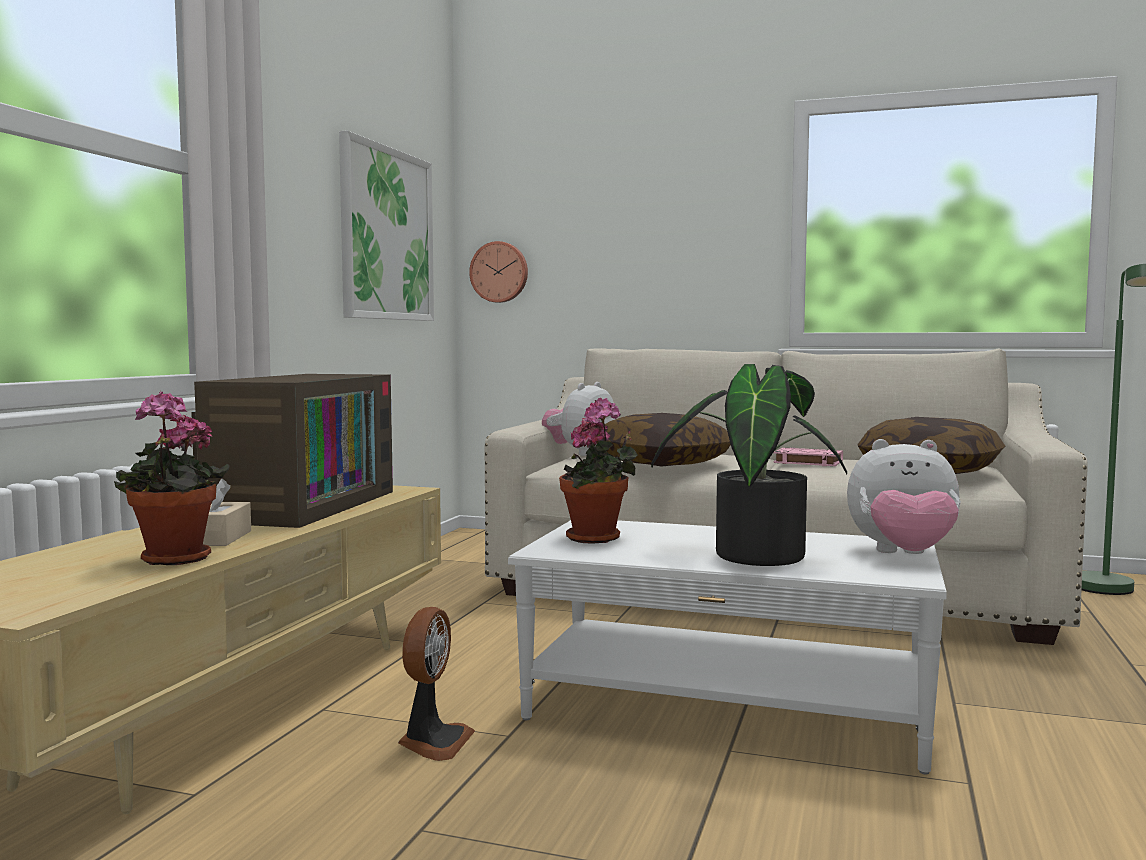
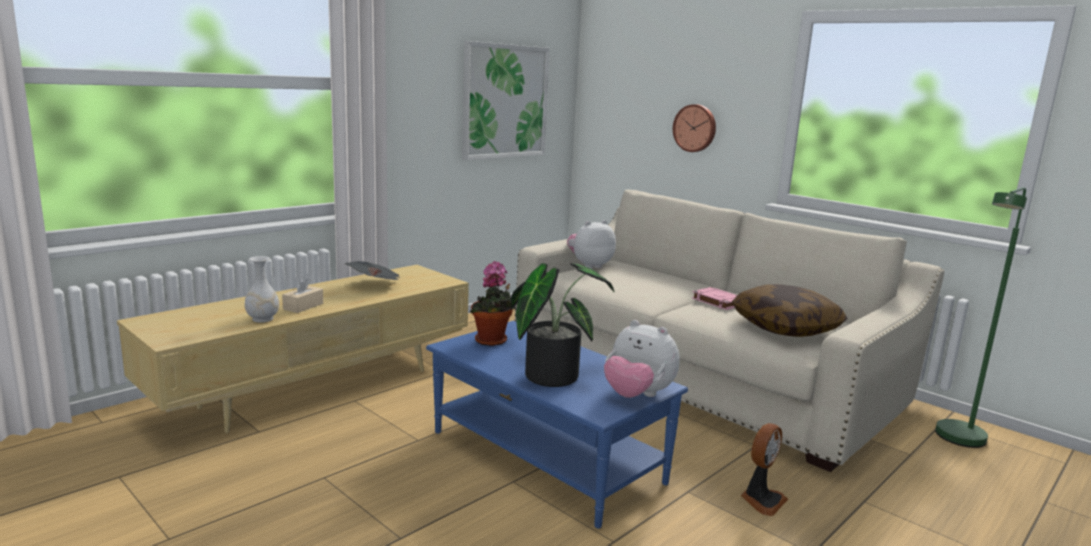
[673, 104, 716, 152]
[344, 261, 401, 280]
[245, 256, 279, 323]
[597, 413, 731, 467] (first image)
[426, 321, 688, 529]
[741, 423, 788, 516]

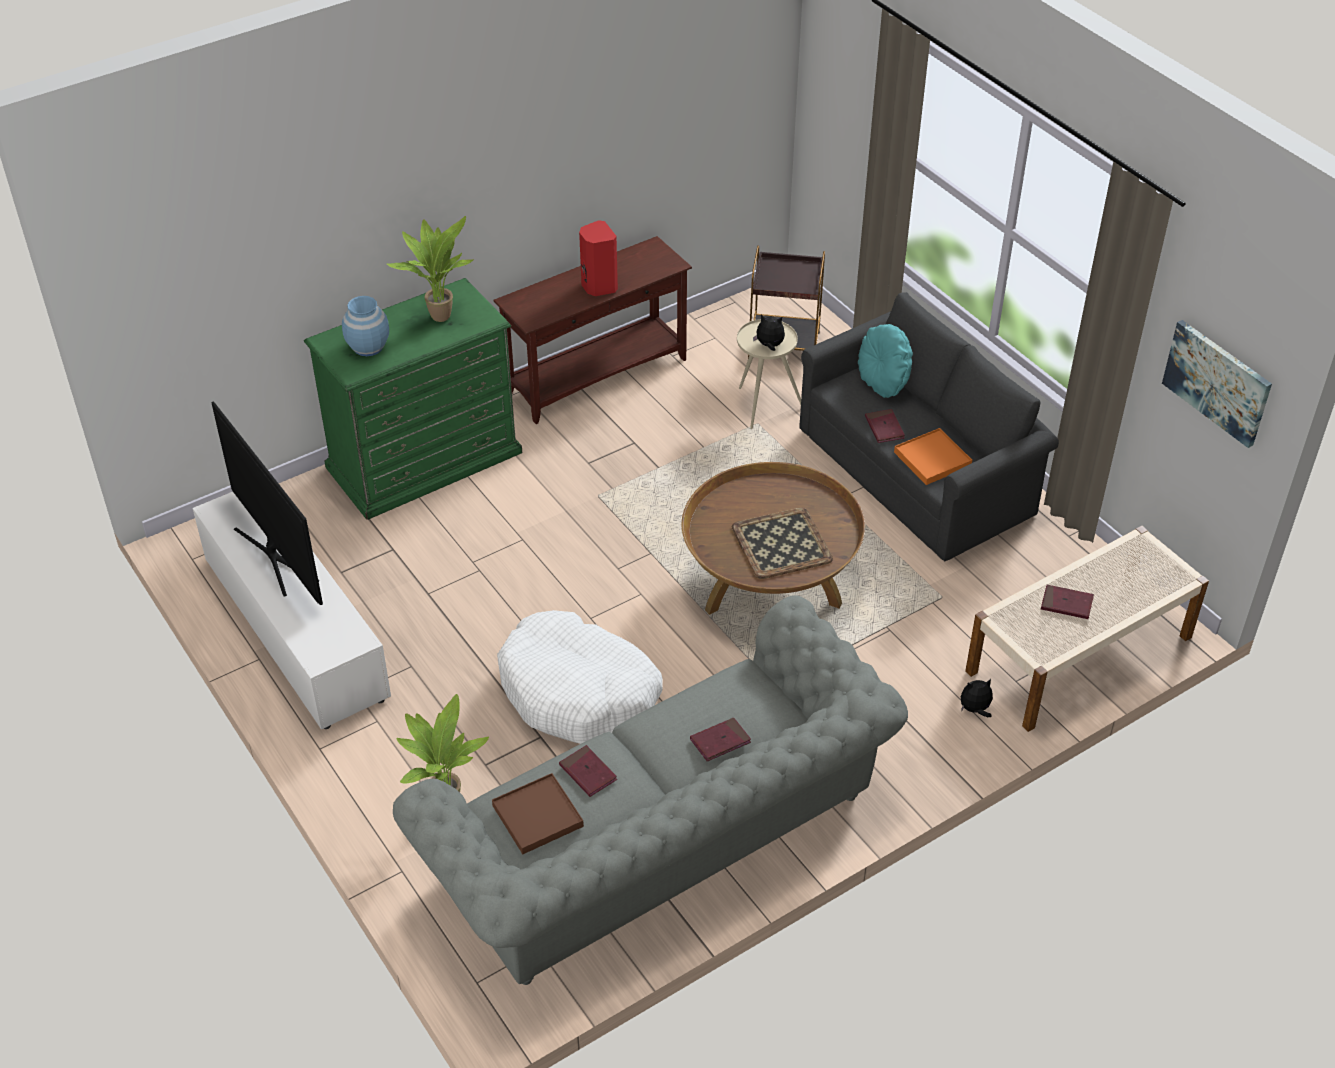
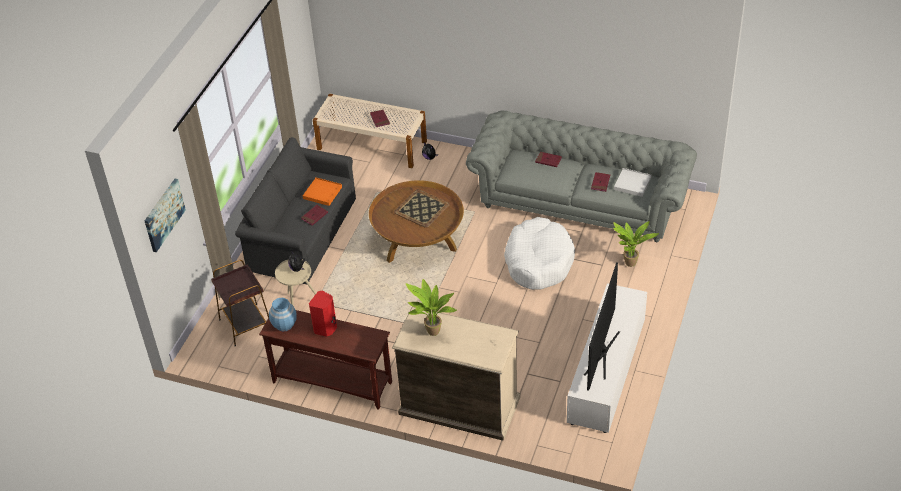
[392, 306, 520, 441]
[269, 298, 296, 331]
[145, 179, 186, 252]
[858, 324, 913, 398] (first image)
[614, 168, 651, 197]

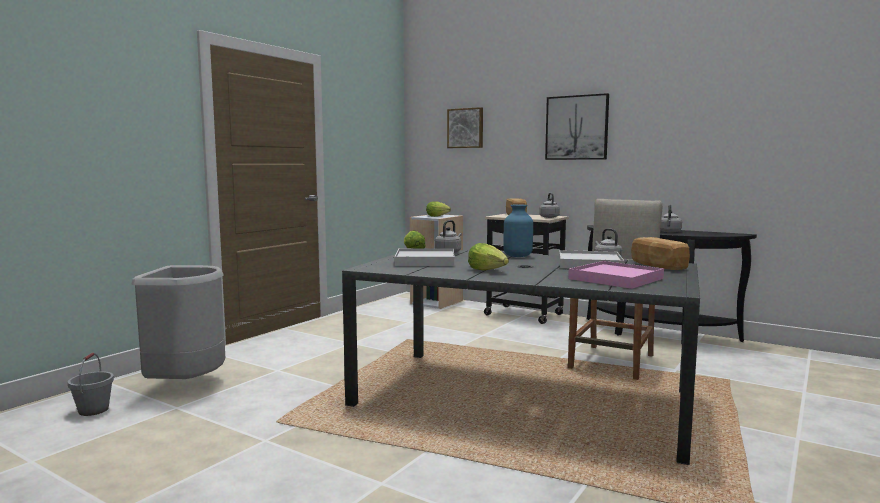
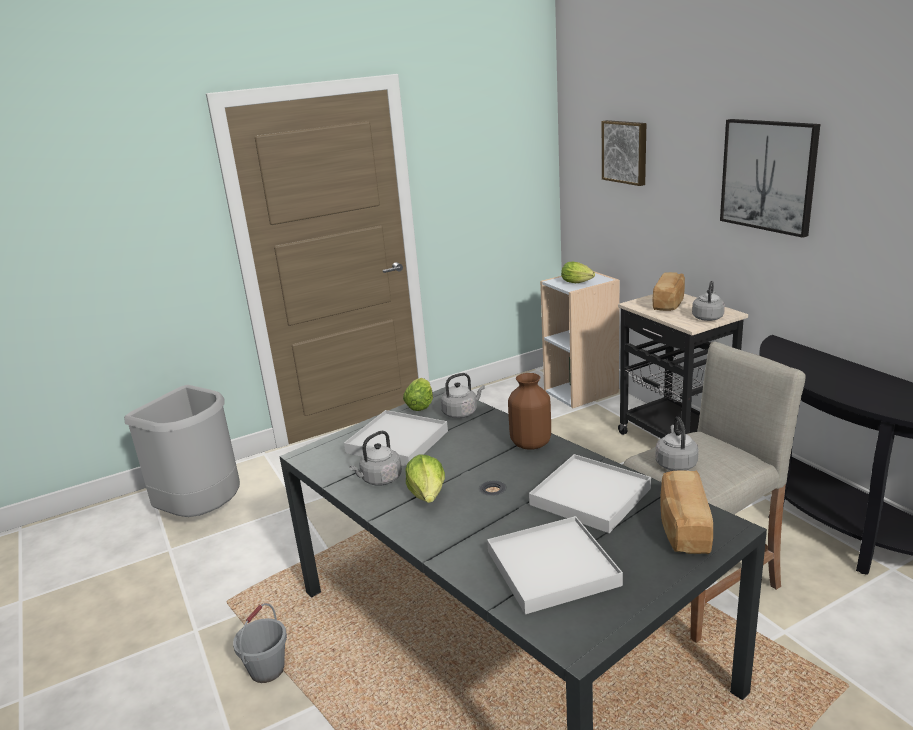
[508, 373, 551, 450]
[349, 431, 402, 486]
[487, 516, 623, 614]
[233, 603, 287, 683]

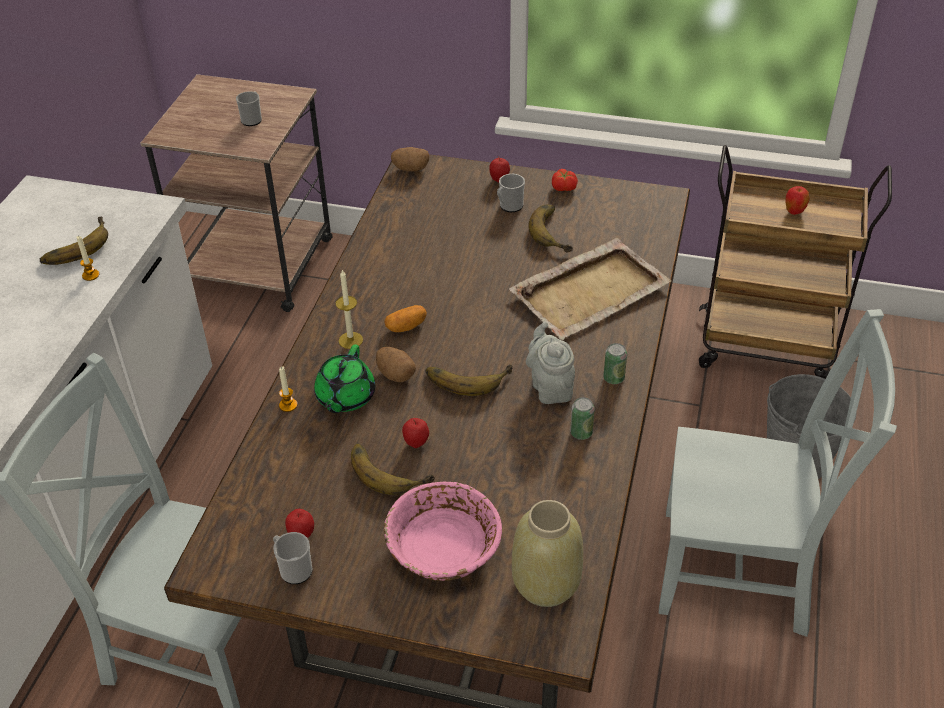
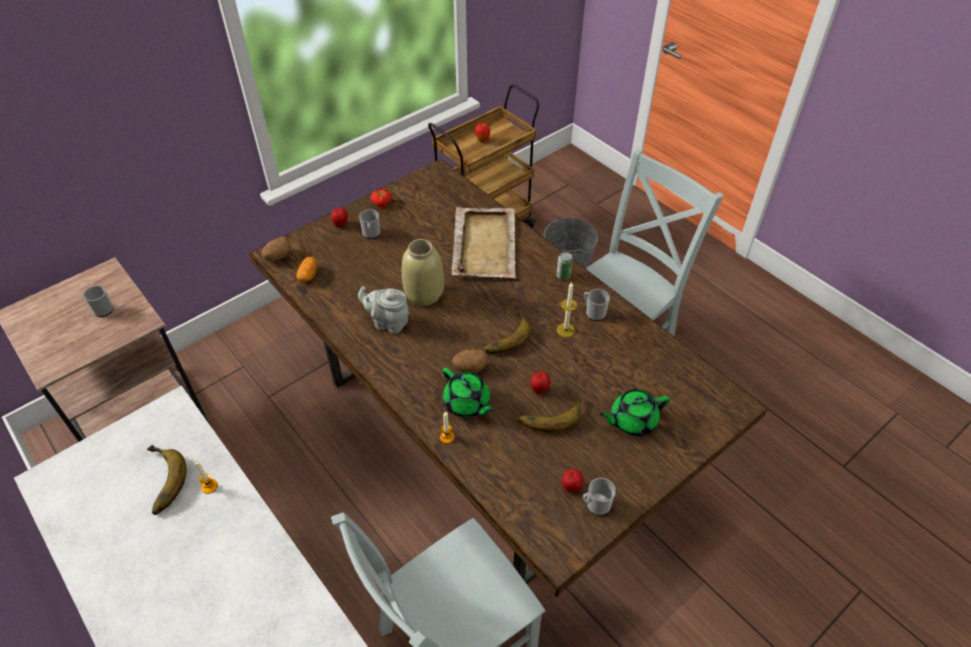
[528, 204, 573, 252] (first image)
[557, 282, 577, 337]
[296, 257, 317, 282]
[358, 286, 409, 334]
[584, 289, 610, 321]
[599, 389, 670, 436]
[402, 239, 444, 306]

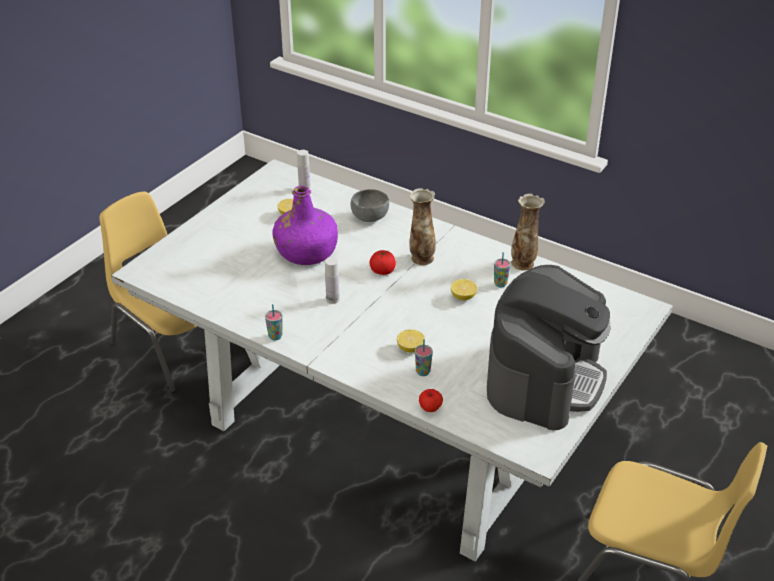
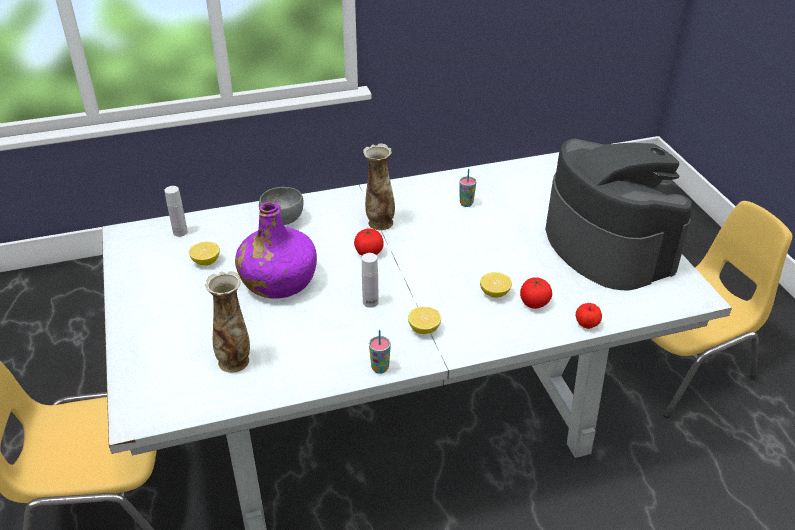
[205, 271, 250, 373]
[408, 307, 441, 334]
[520, 277, 552, 309]

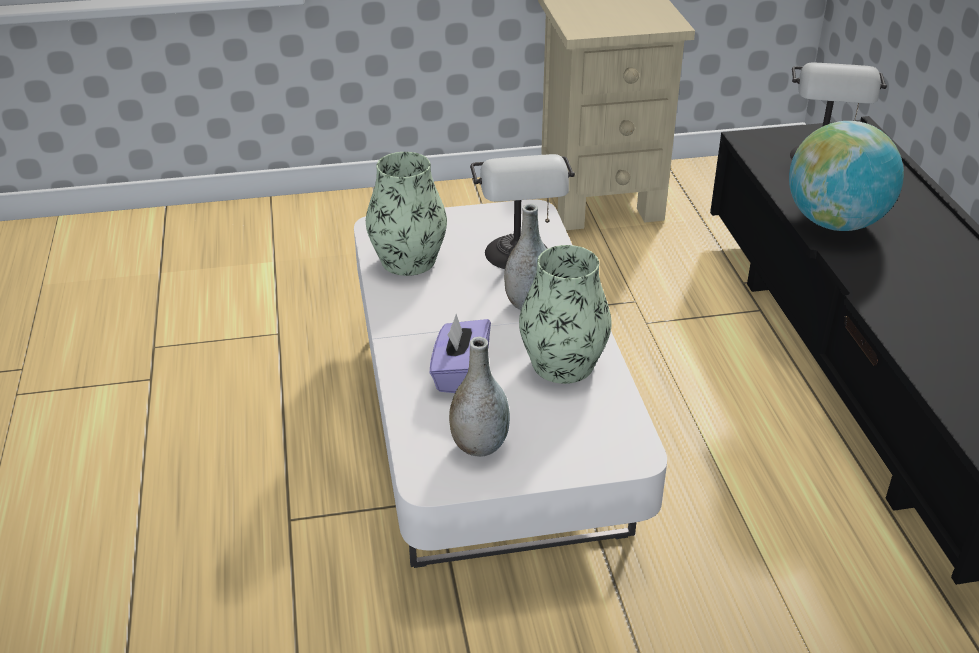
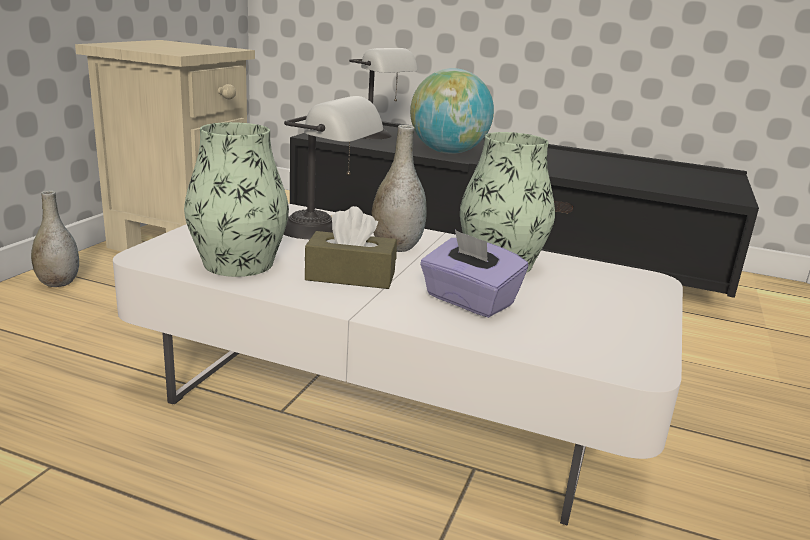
[31, 190, 79, 287]
[305, 206, 397, 289]

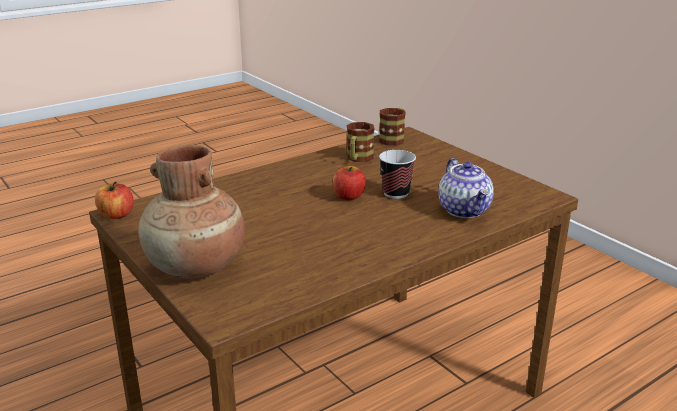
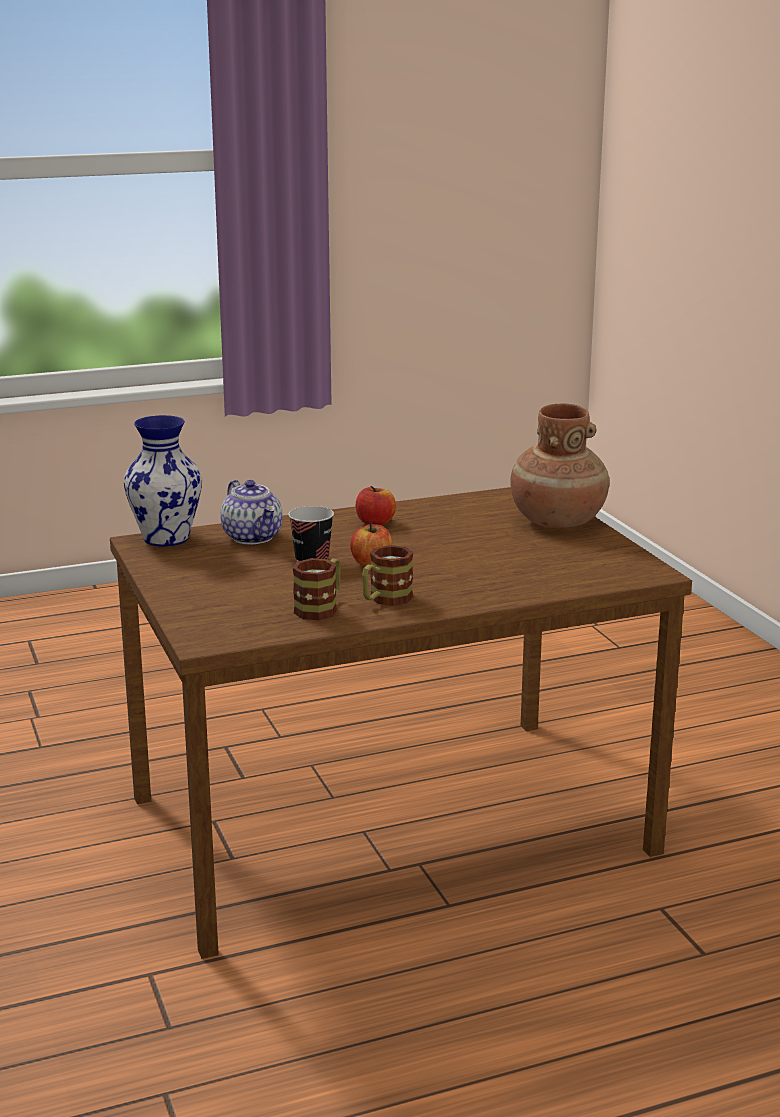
[362, 545, 413, 606]
[220, 480, 283, 544]
[356, 486, 396, 525]
[124, 415, 202, 547]

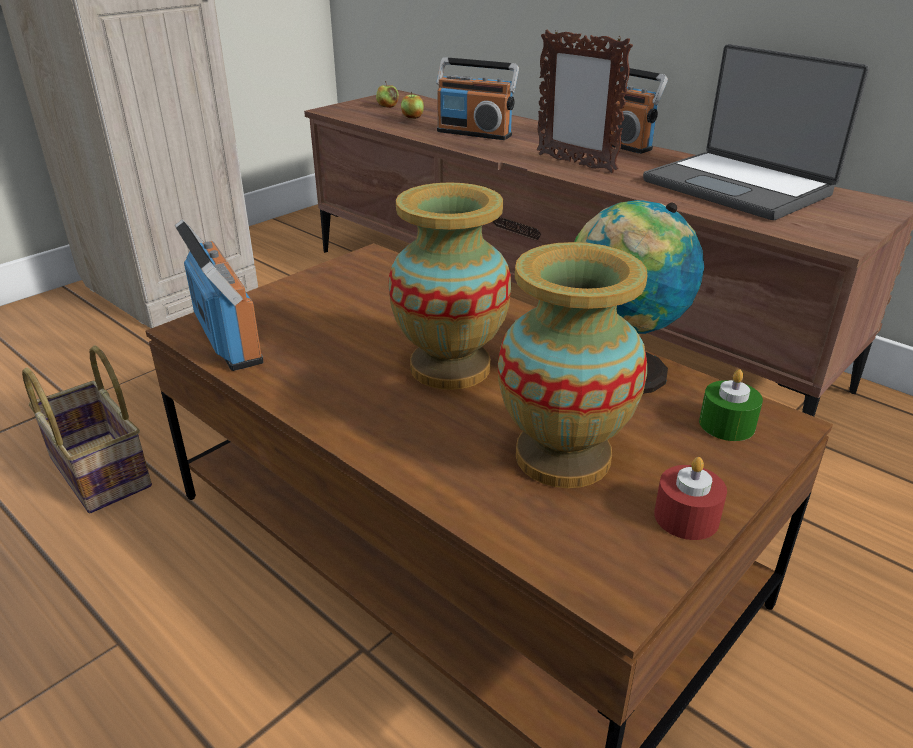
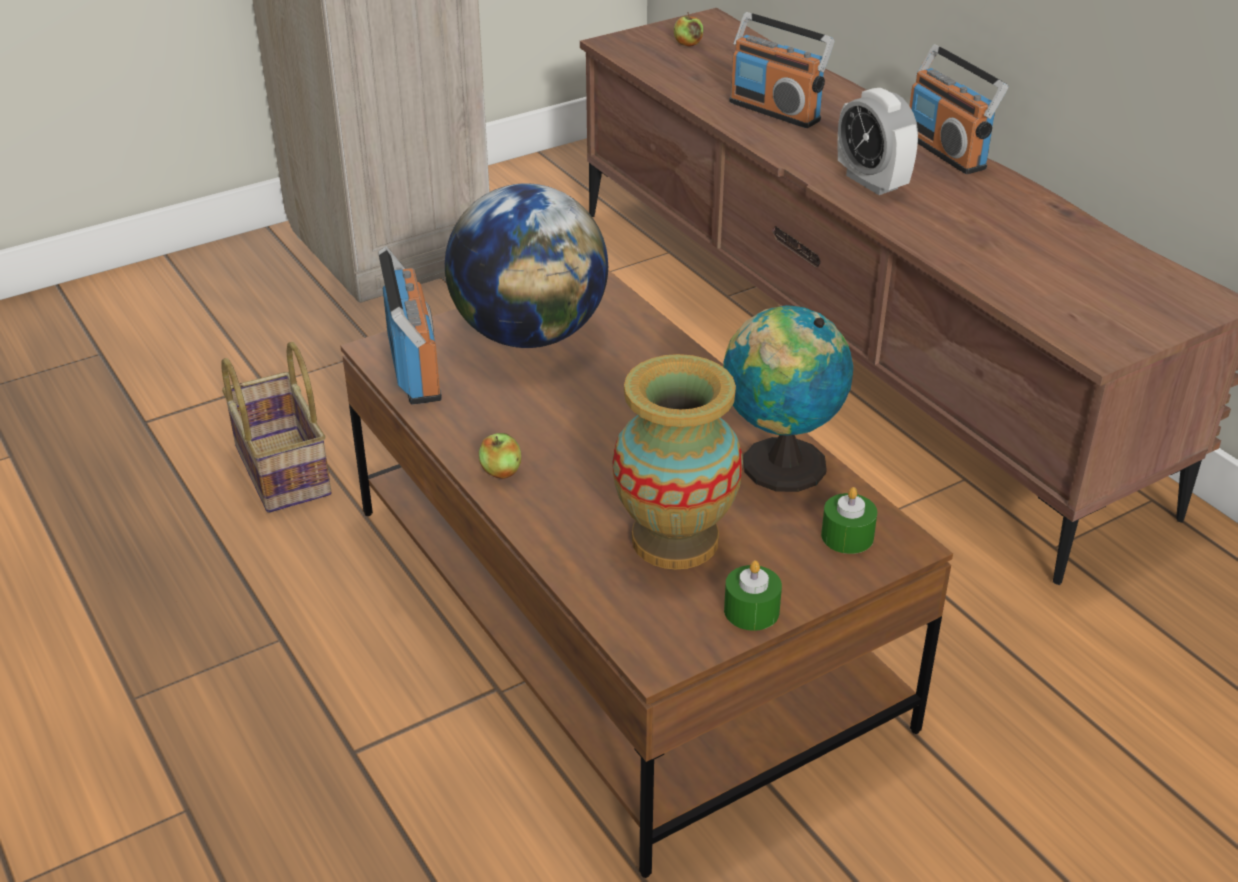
[837, 88, 918, 195]
[643, 44, 870, 220] (first image)
[479, 433, 521, 479]
[388, 182, 511, 390] (first image)
[724, 560, 782, 631]
[445, 183, 608, 348]

